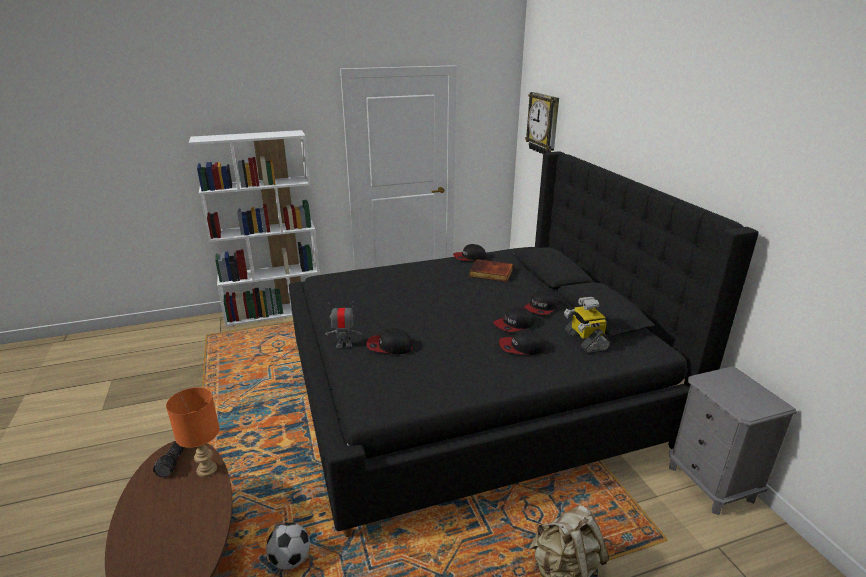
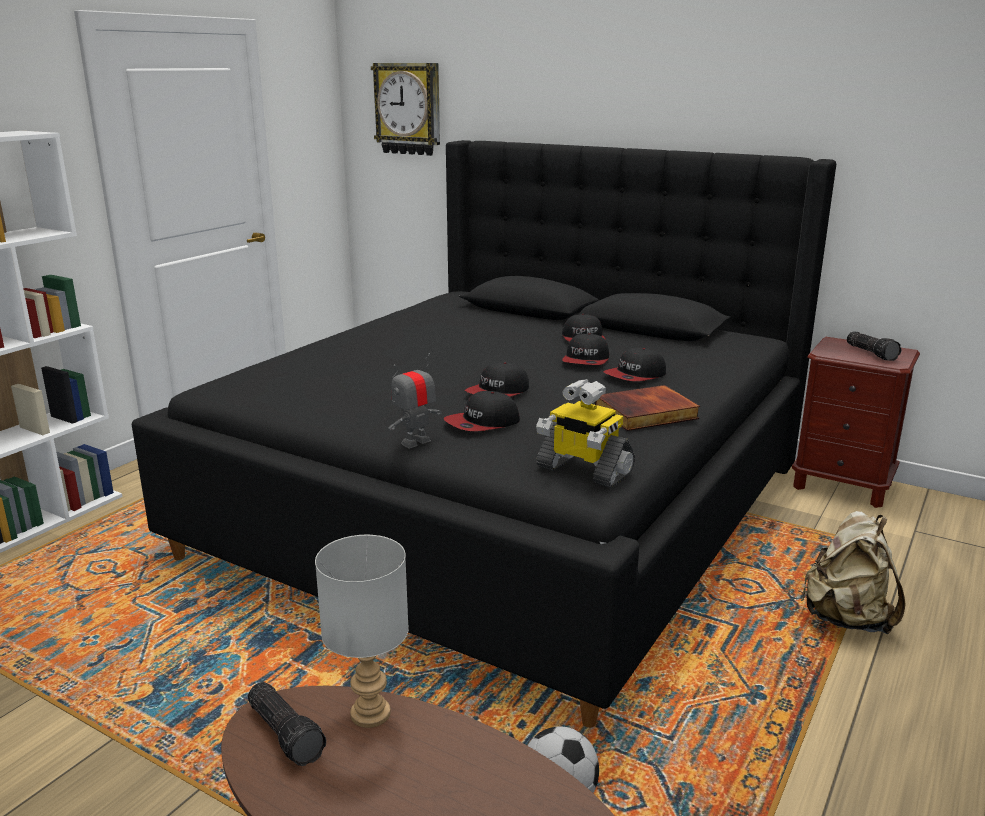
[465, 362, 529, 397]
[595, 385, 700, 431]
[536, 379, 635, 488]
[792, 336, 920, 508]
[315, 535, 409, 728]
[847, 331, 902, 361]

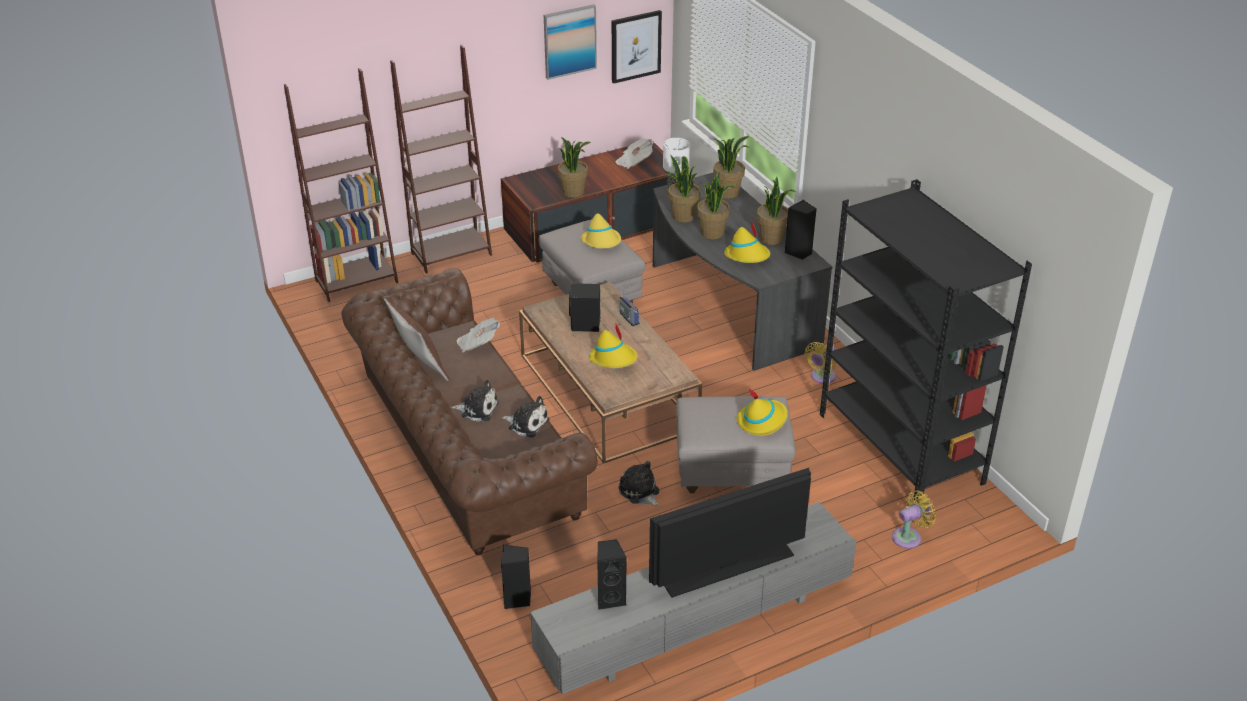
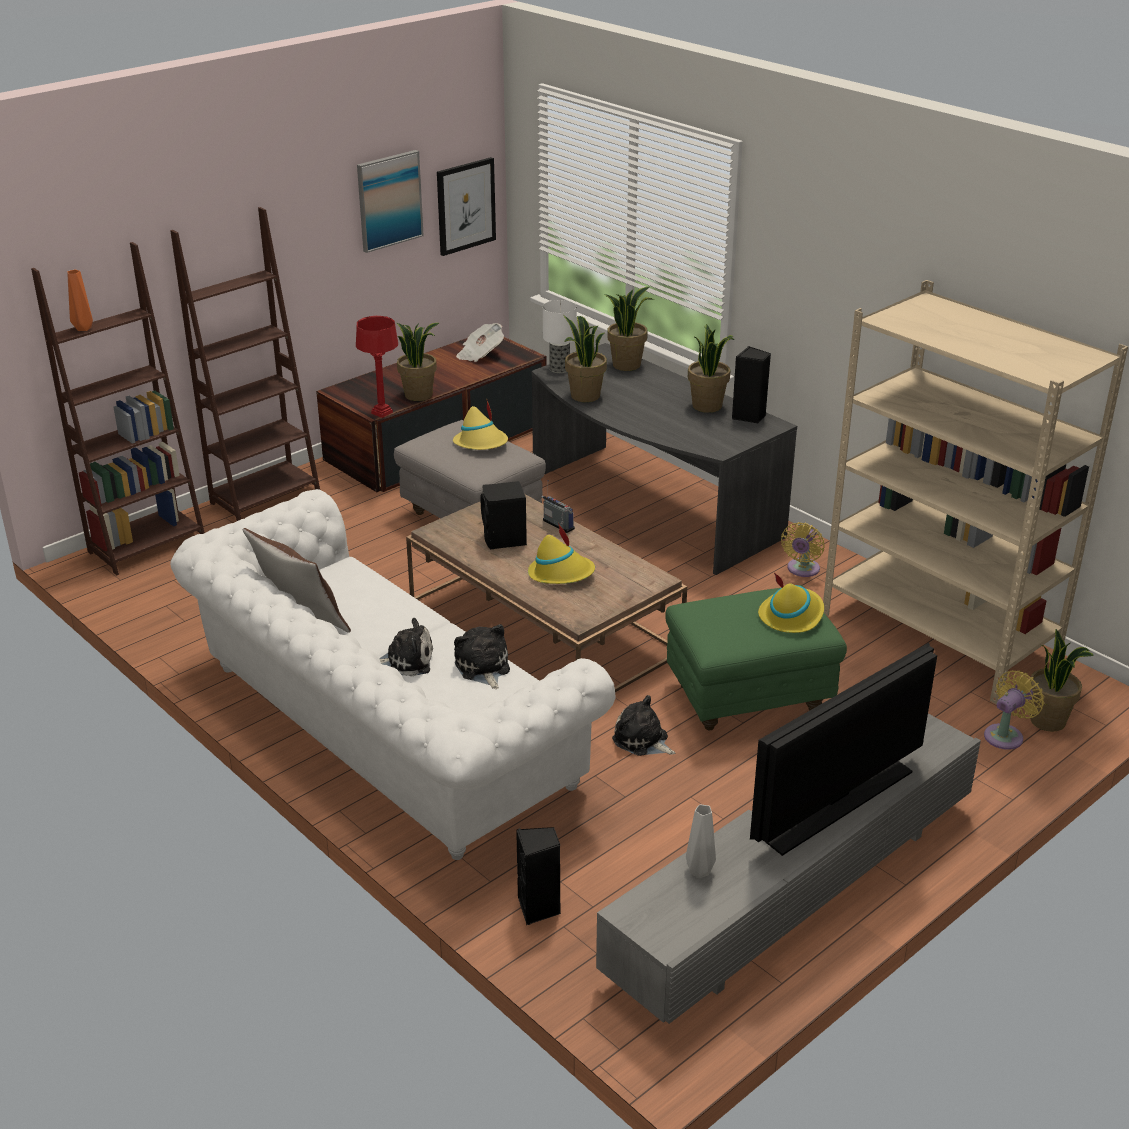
[1030, 629, 1094, 732]
[823, 280, 1128, 704]
[724, 222, 770, 263] (first image)
[170, 489, 615, 860]
[457, 318, 500, 353] (first image)
[454, 624, 510, 689]
[665, 585, 847, 730]
[686, 805, 716, 878]
[67, 270, 93, 331]
[356, 316, 398, 418]

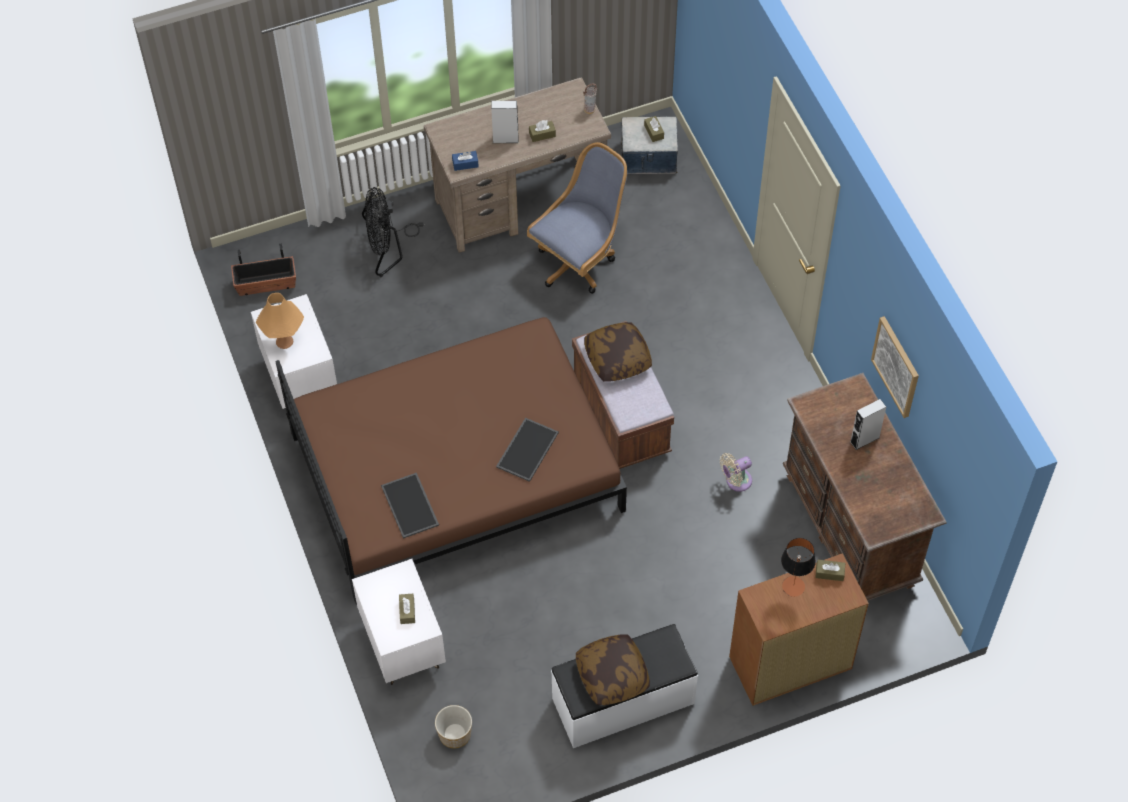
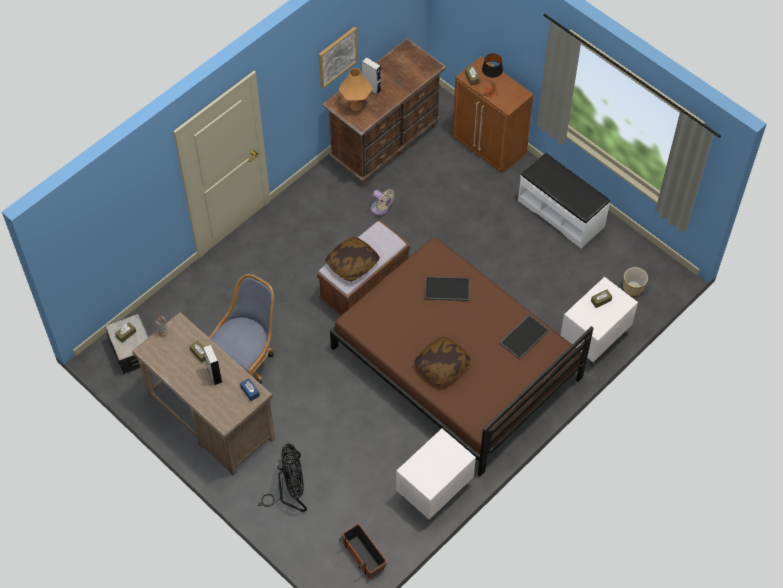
[209, 274, 274, 384]
[257, 443, 307, 513]
[339, 68, 372, 111]
[414, 337, 471, 386]

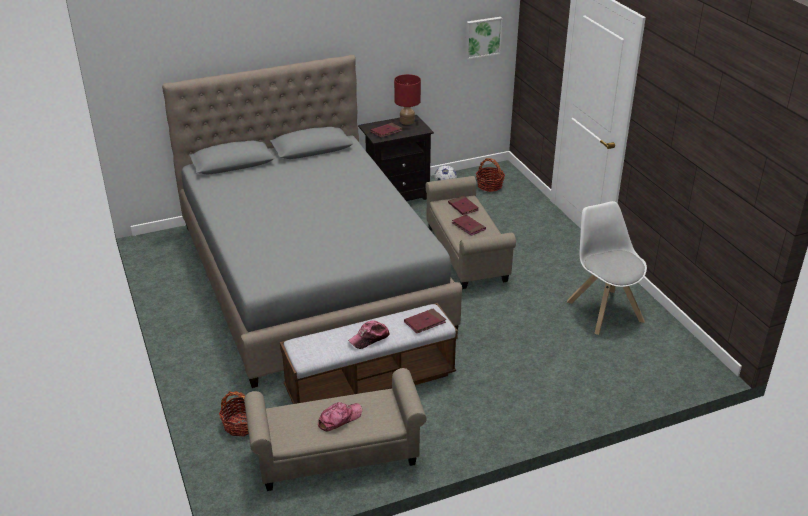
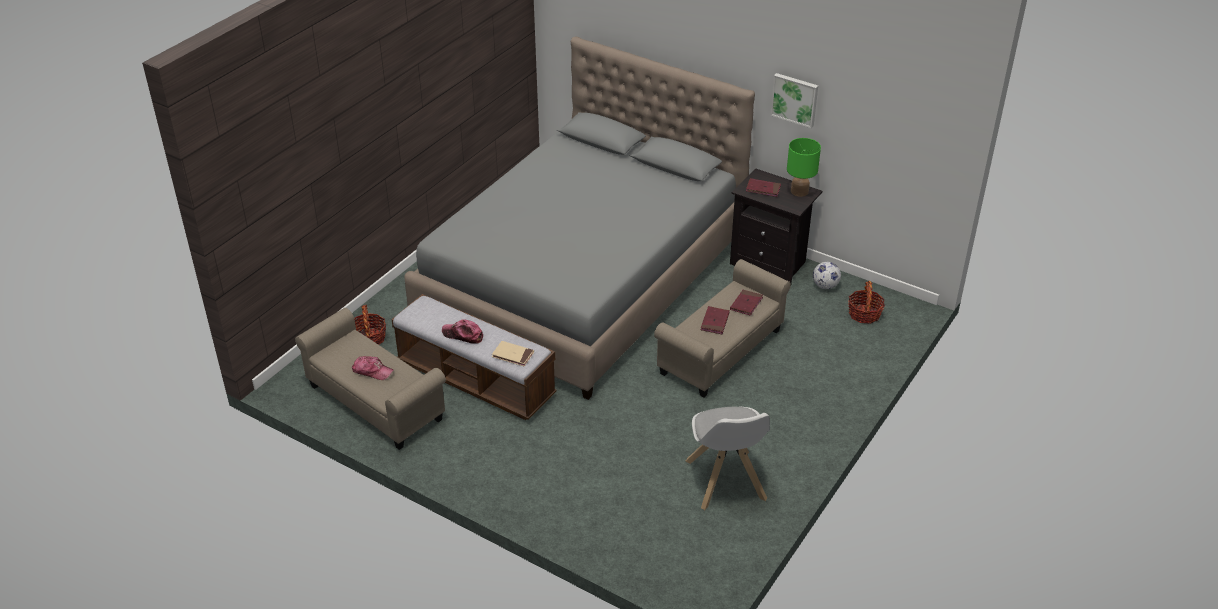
[770, 73, 818, 128]
[787, 138, 821, 197]
[685, 407, 770, 510]
[492, 341, 534, 366]

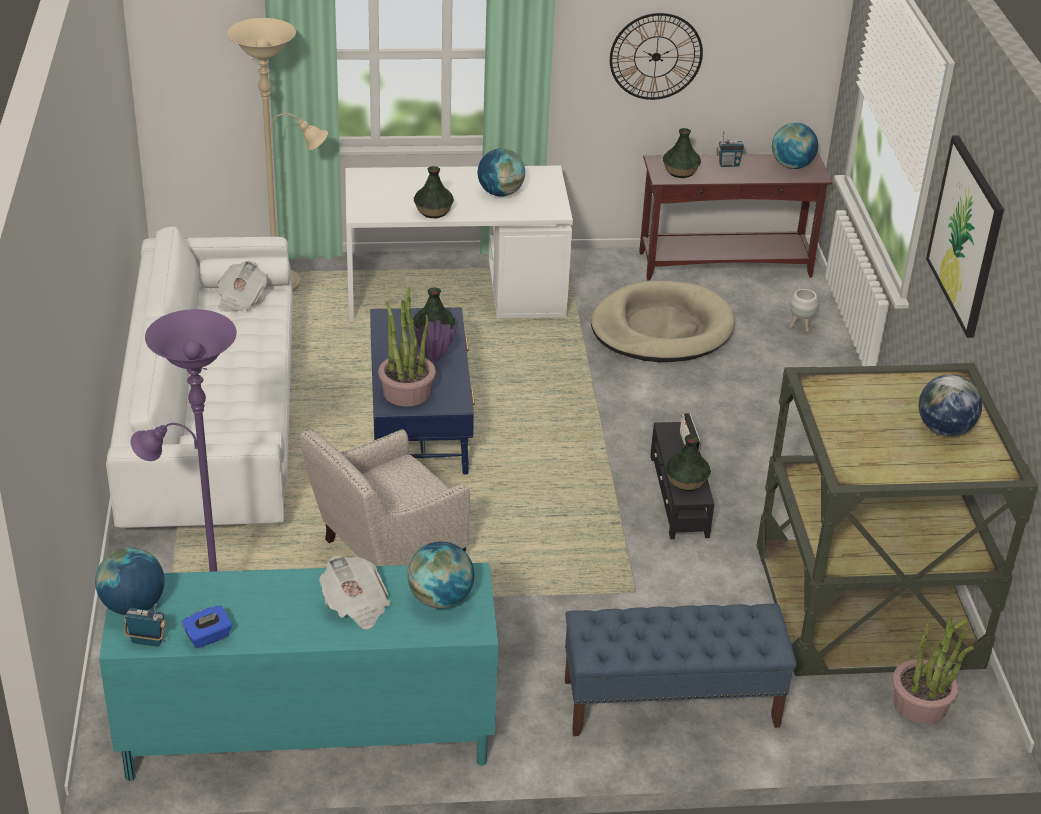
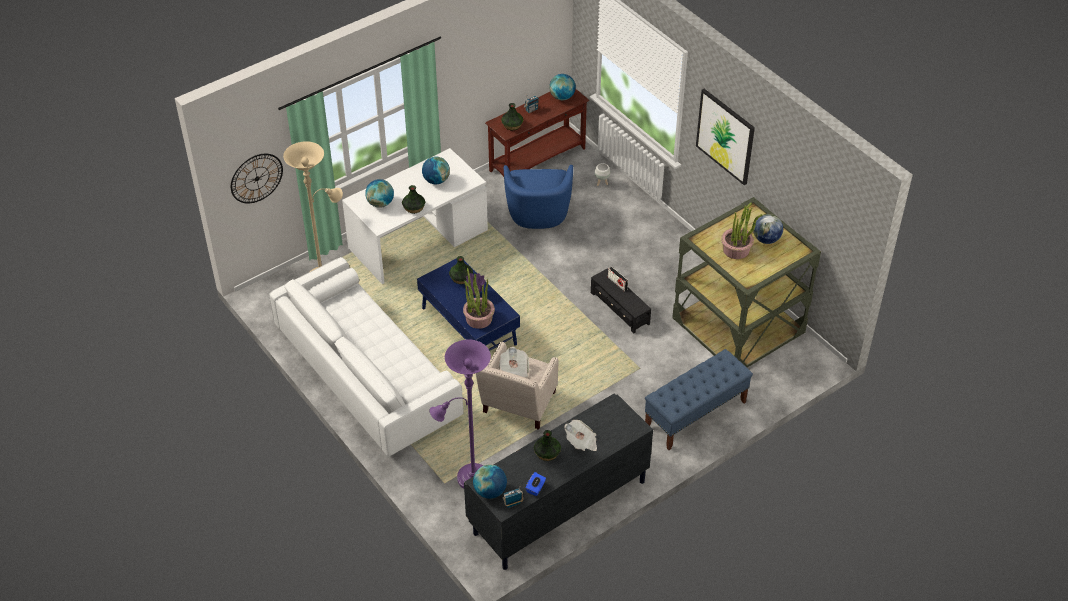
[231, 154, 283, 204]
[499, 347, 529, 377]
[504, 165, 573, 229]
[534, 430, 561, 461]
[365, 179, 394, 208]
[464, 394, 653, 570]
[721, 203, 763, 259]

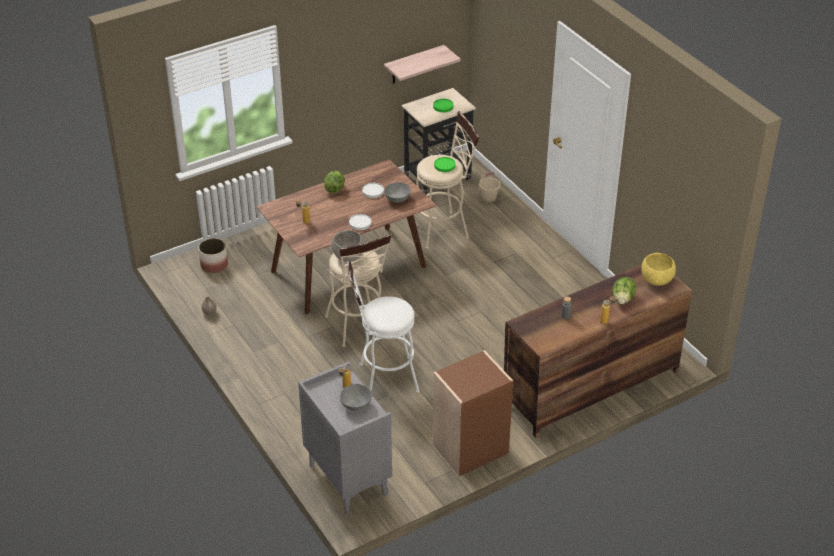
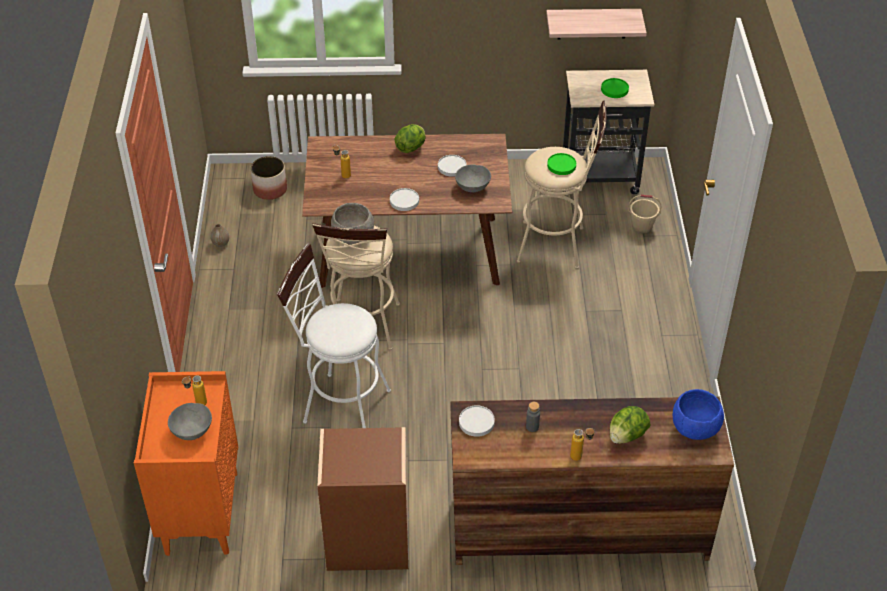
[673, 389, 724, 440]
[134, 371, 238, 556]
[459, 405, 495, 437]

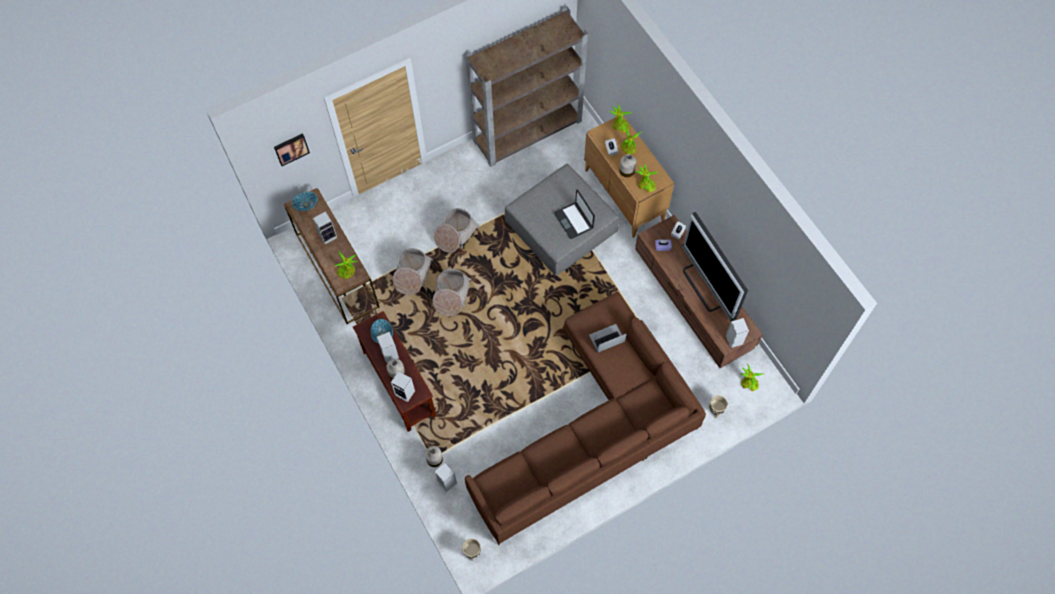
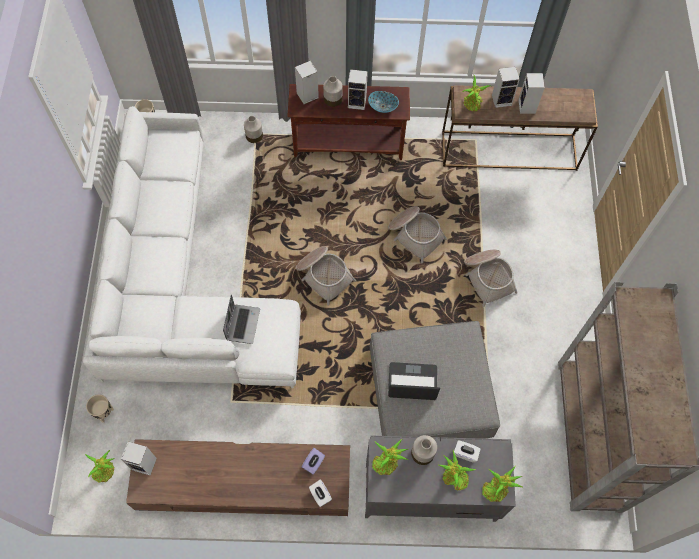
[365, 435, 516, 522]
[274, 133, 310, 166] (first image)
[292, 192, 317, 211] (first image)
[682, 212, 748, 322] (first image)
[296, 246, 356, 306]
[83, 106, 301, 388]
[492, 67, 520, 108]

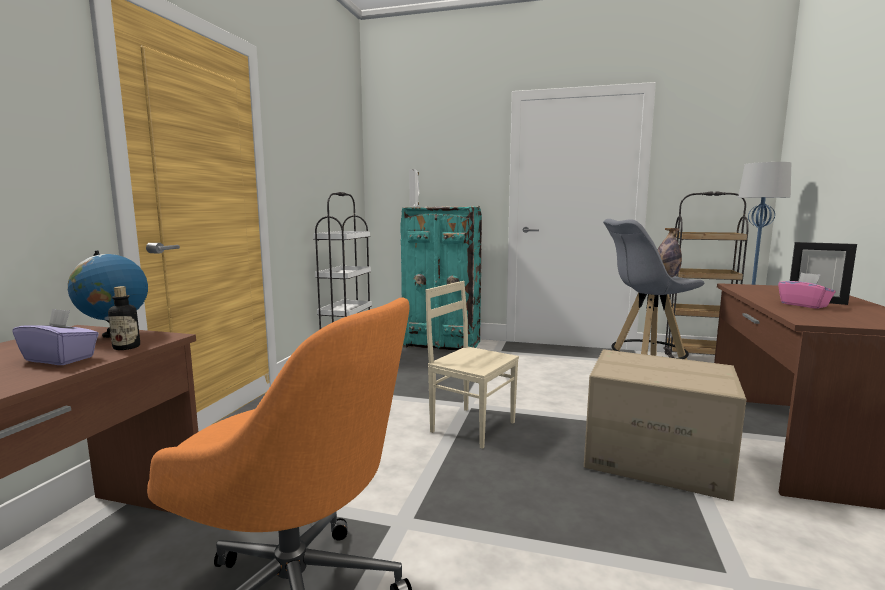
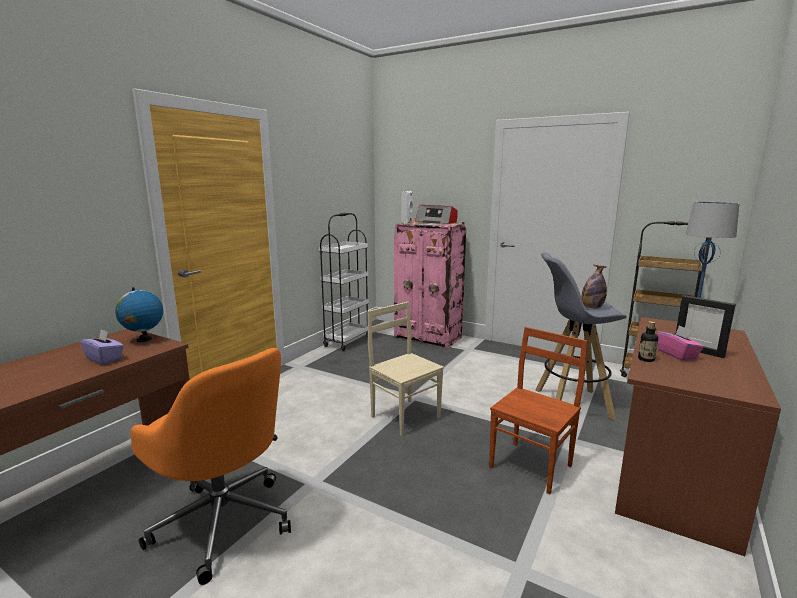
[394, 221, 466, 348]
[638, 321, 658, 362]
[489, 327, 588, 495]
[415, 205, 458, 224]

